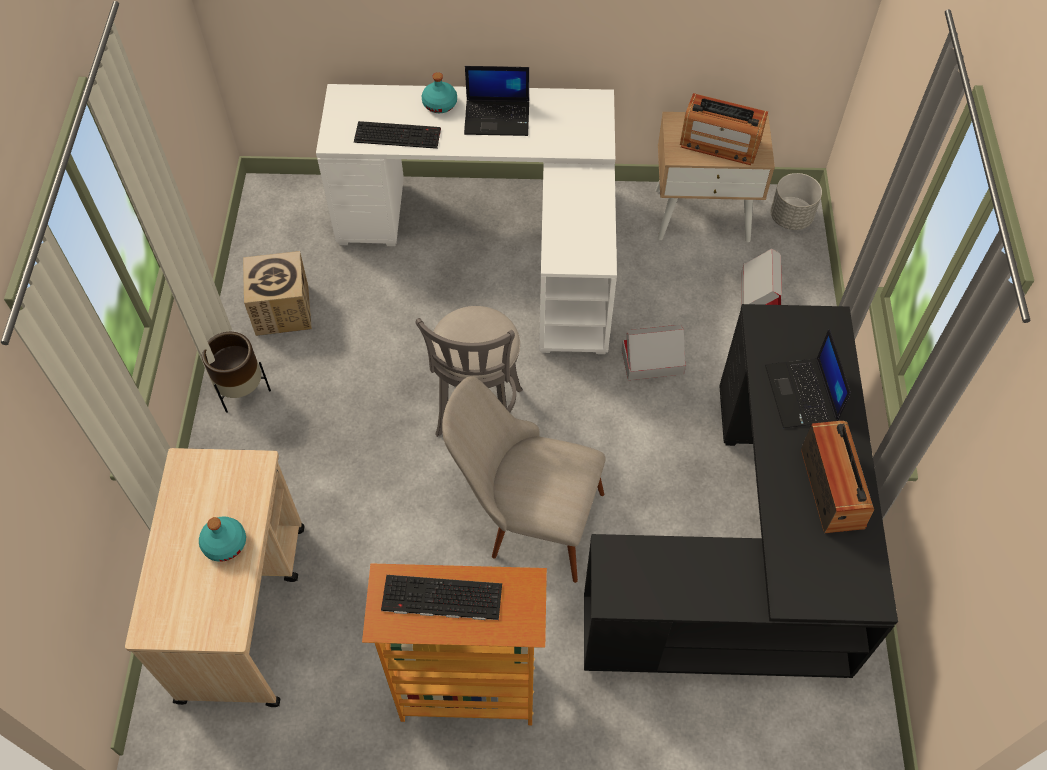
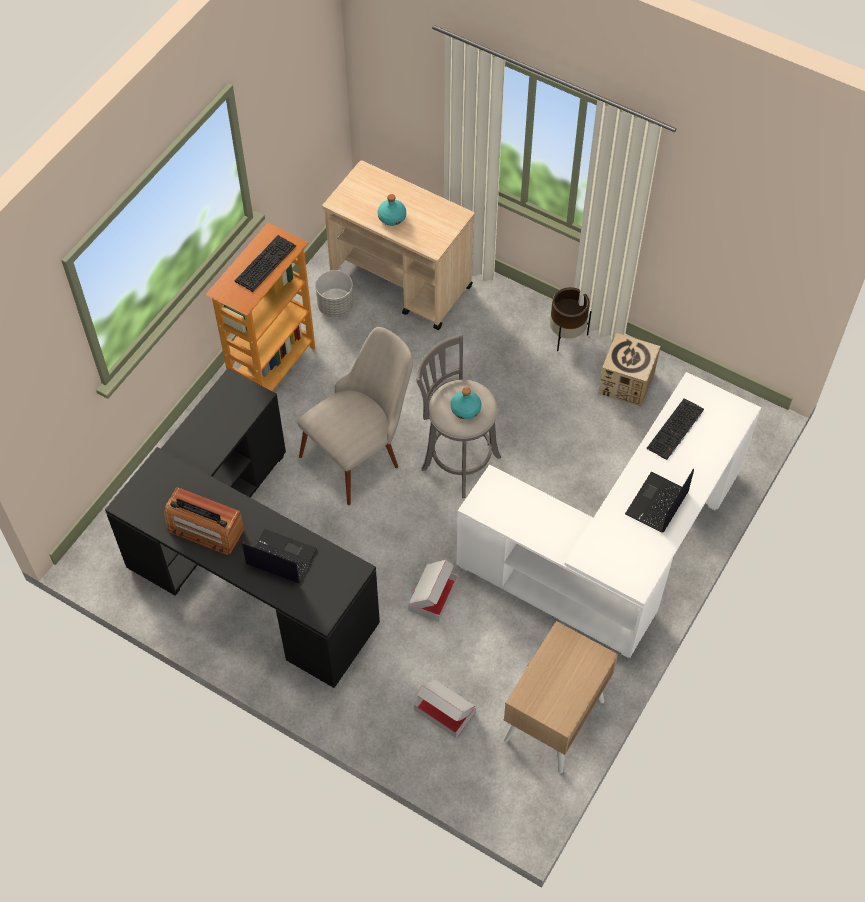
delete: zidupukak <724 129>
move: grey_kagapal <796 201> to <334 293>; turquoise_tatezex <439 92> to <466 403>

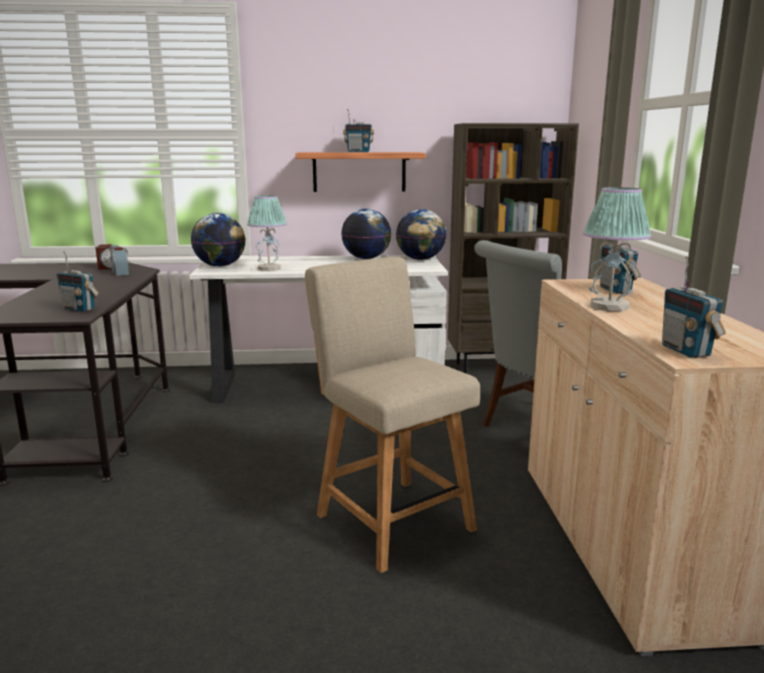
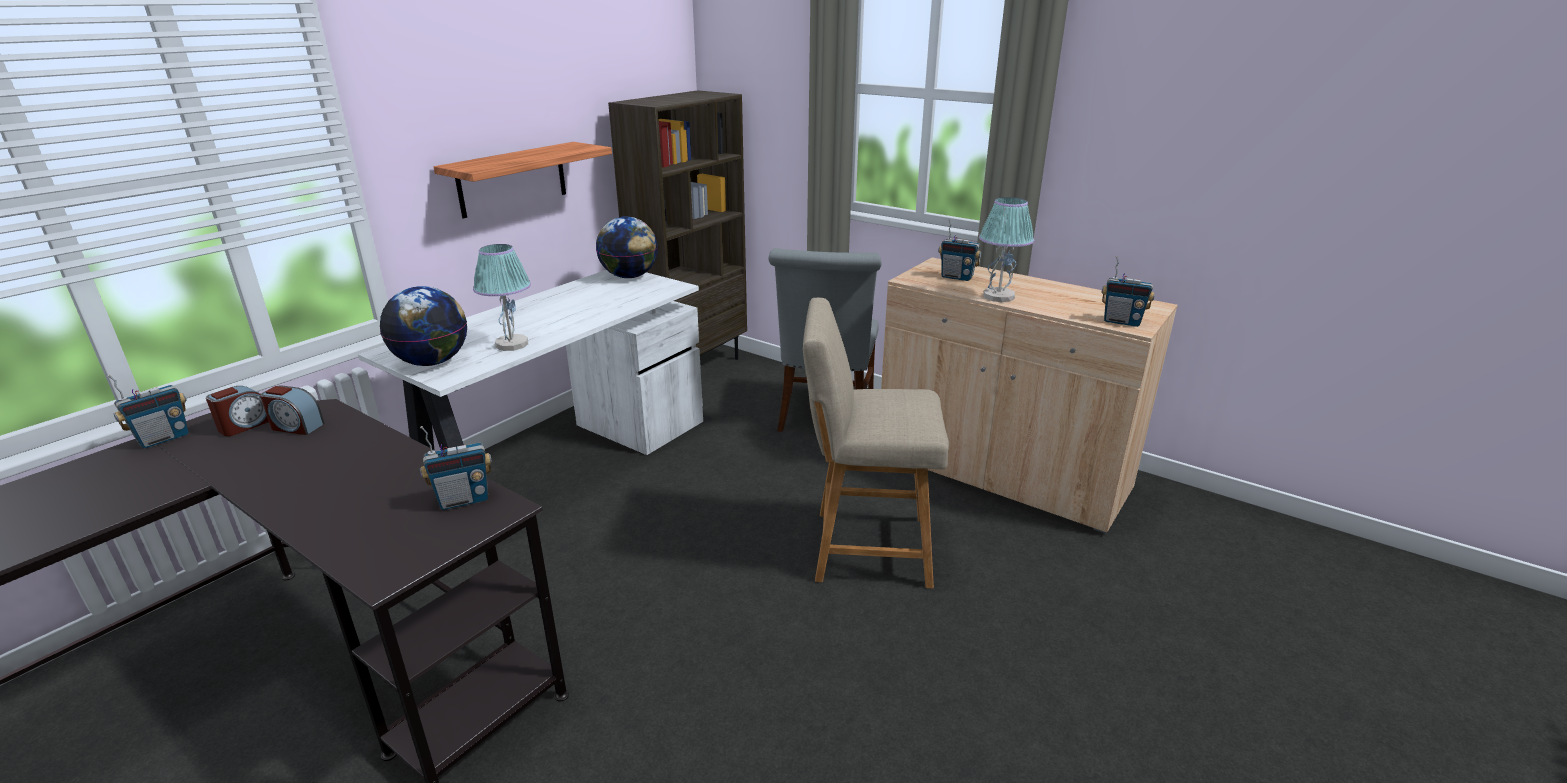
delete: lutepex <366 234>
move: zidupukak <358 130> to <148 411>

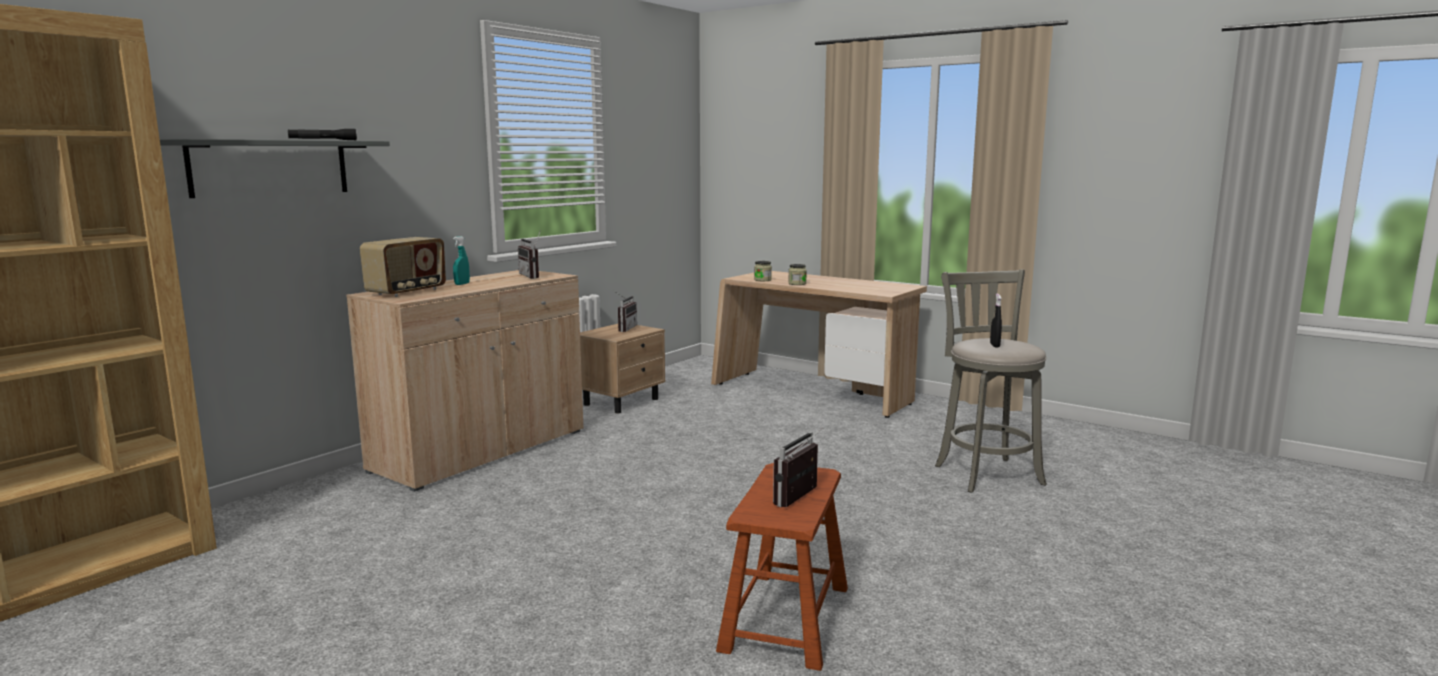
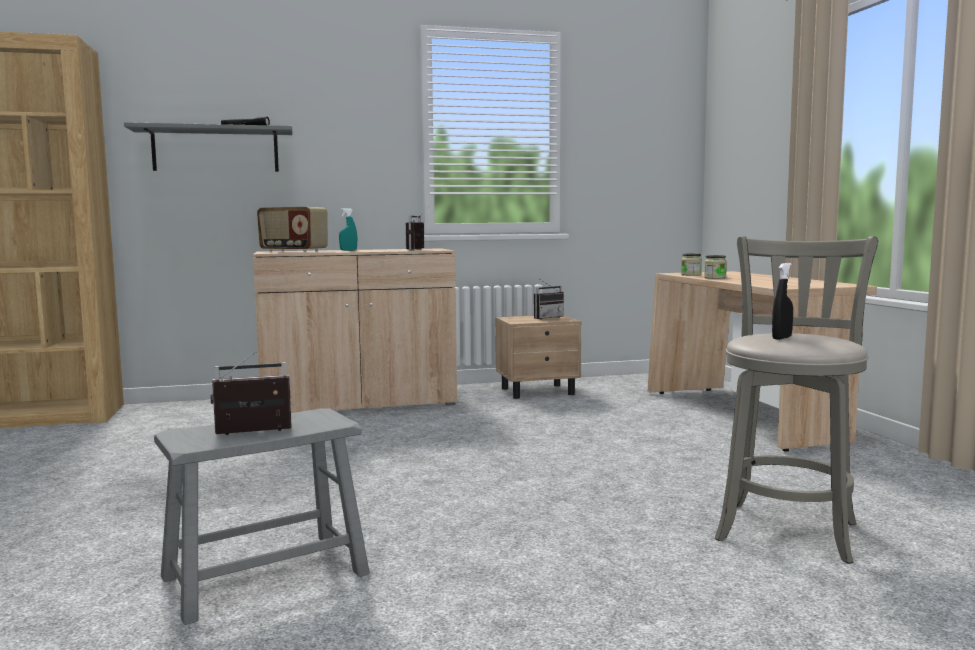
recolor: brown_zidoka <782 567> to grey_zidoka <262 517>
rotate: zidupukak <403 267> = <292 229> 45 degrees clockwise

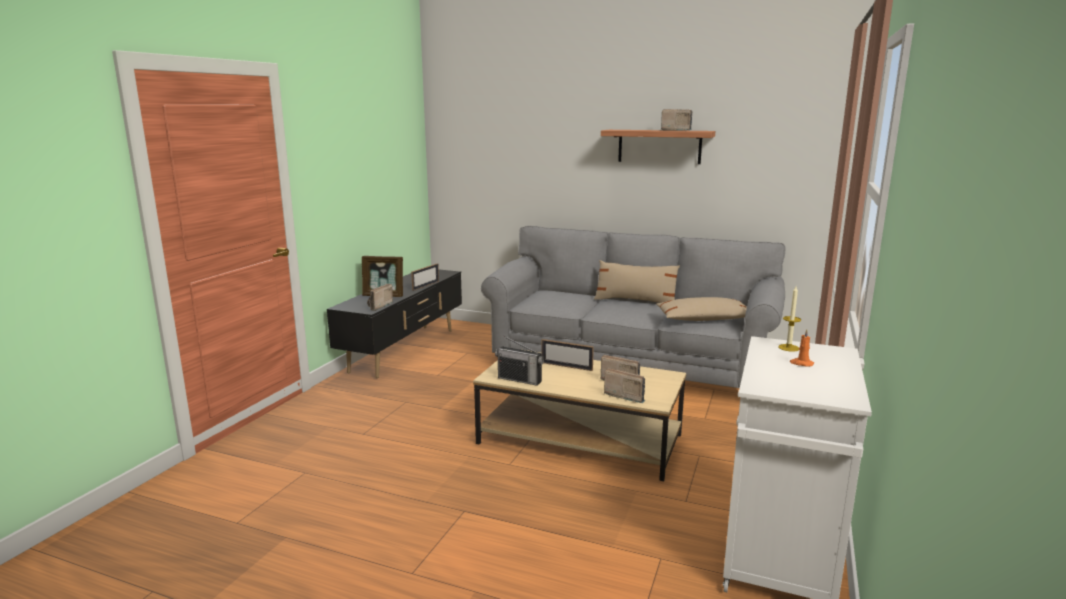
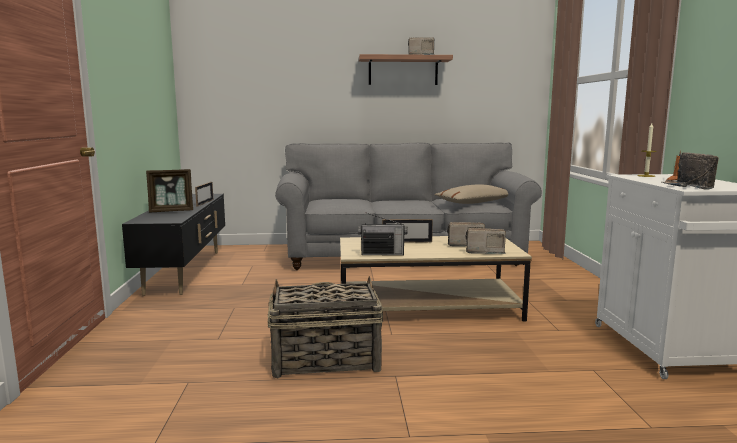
delete: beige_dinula <637 281>
insert: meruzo <325 327>
move: zidupukak <380 297> to <690 171>

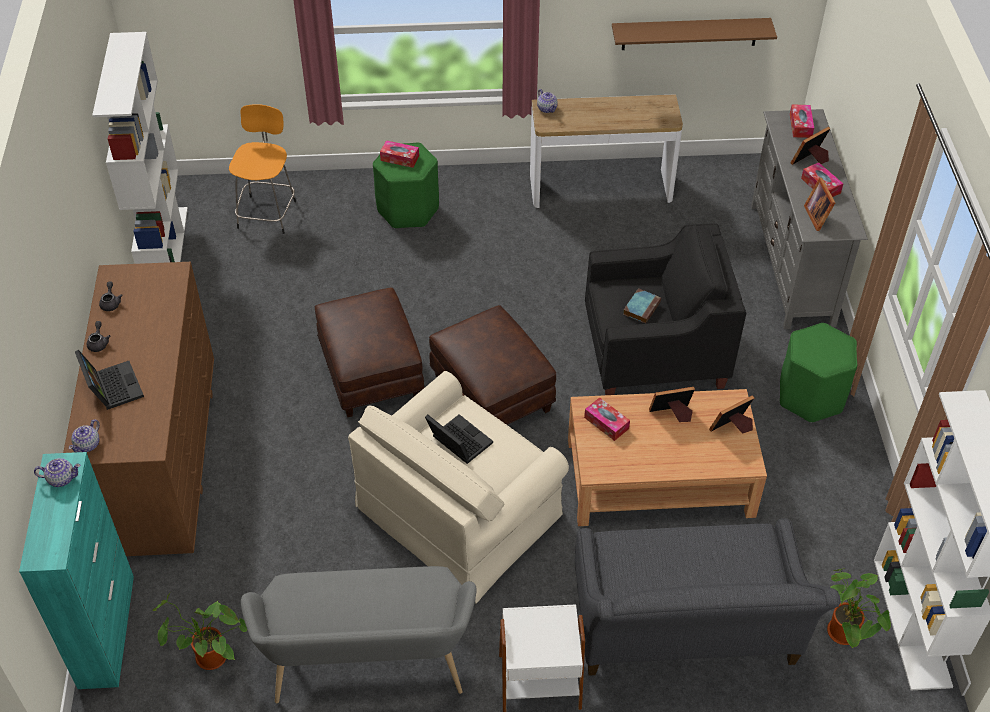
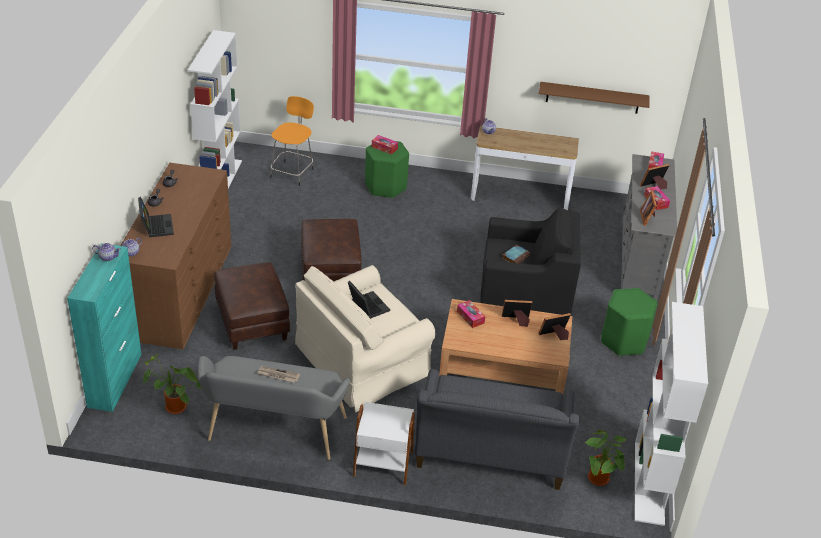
insert: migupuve <278 374>
move: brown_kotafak <492 365> to <252 306>

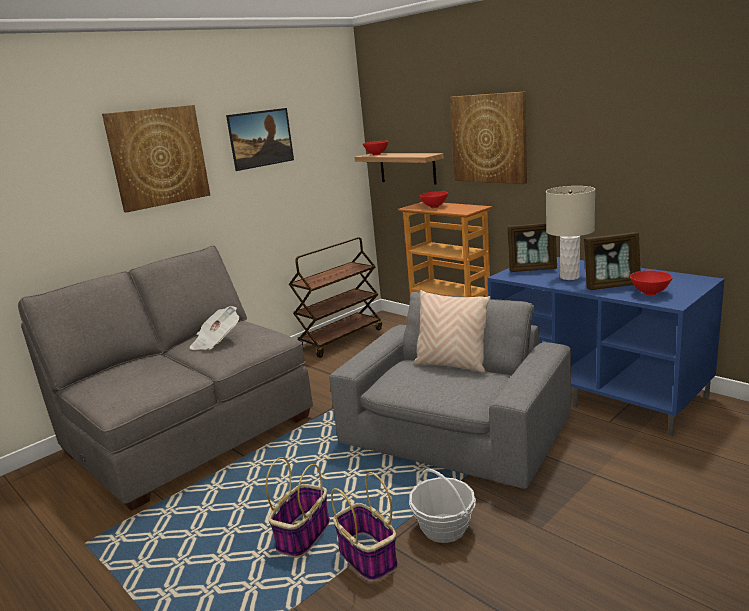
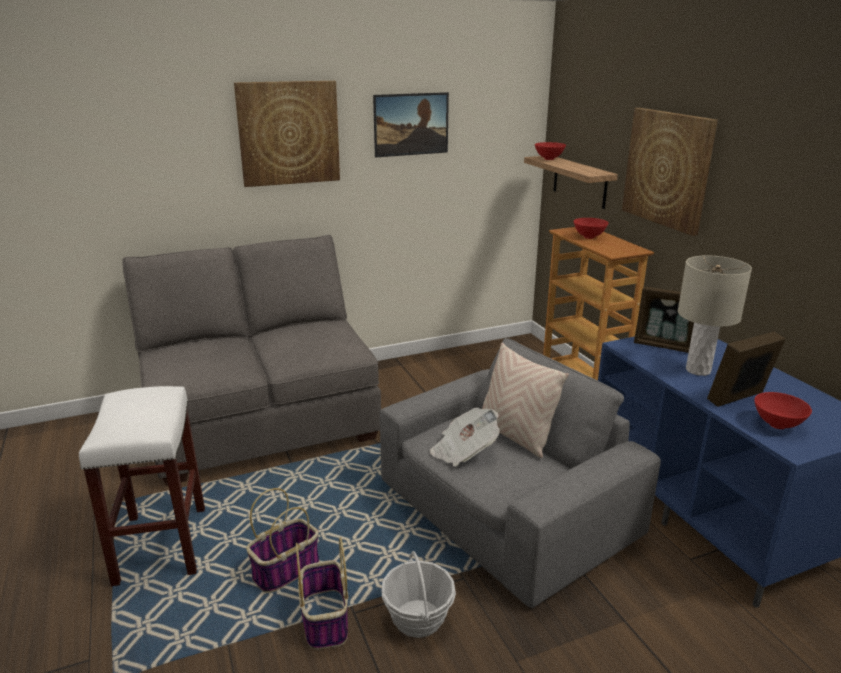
delete: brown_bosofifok <335 297>
insert: white_zidoka <142 486>
move: migupuve <214 328> to <465 436>
rotate: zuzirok <612 261> = <746 369> 135 degrees clockwise

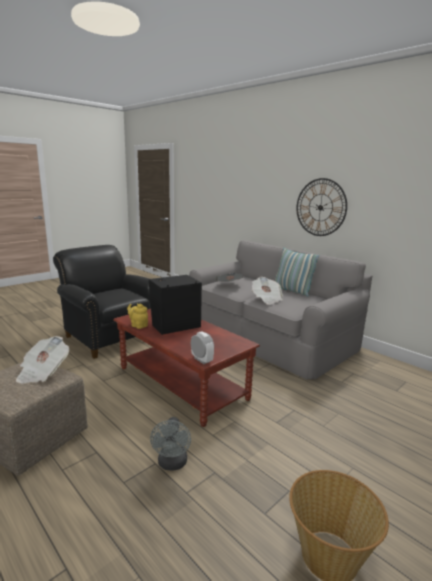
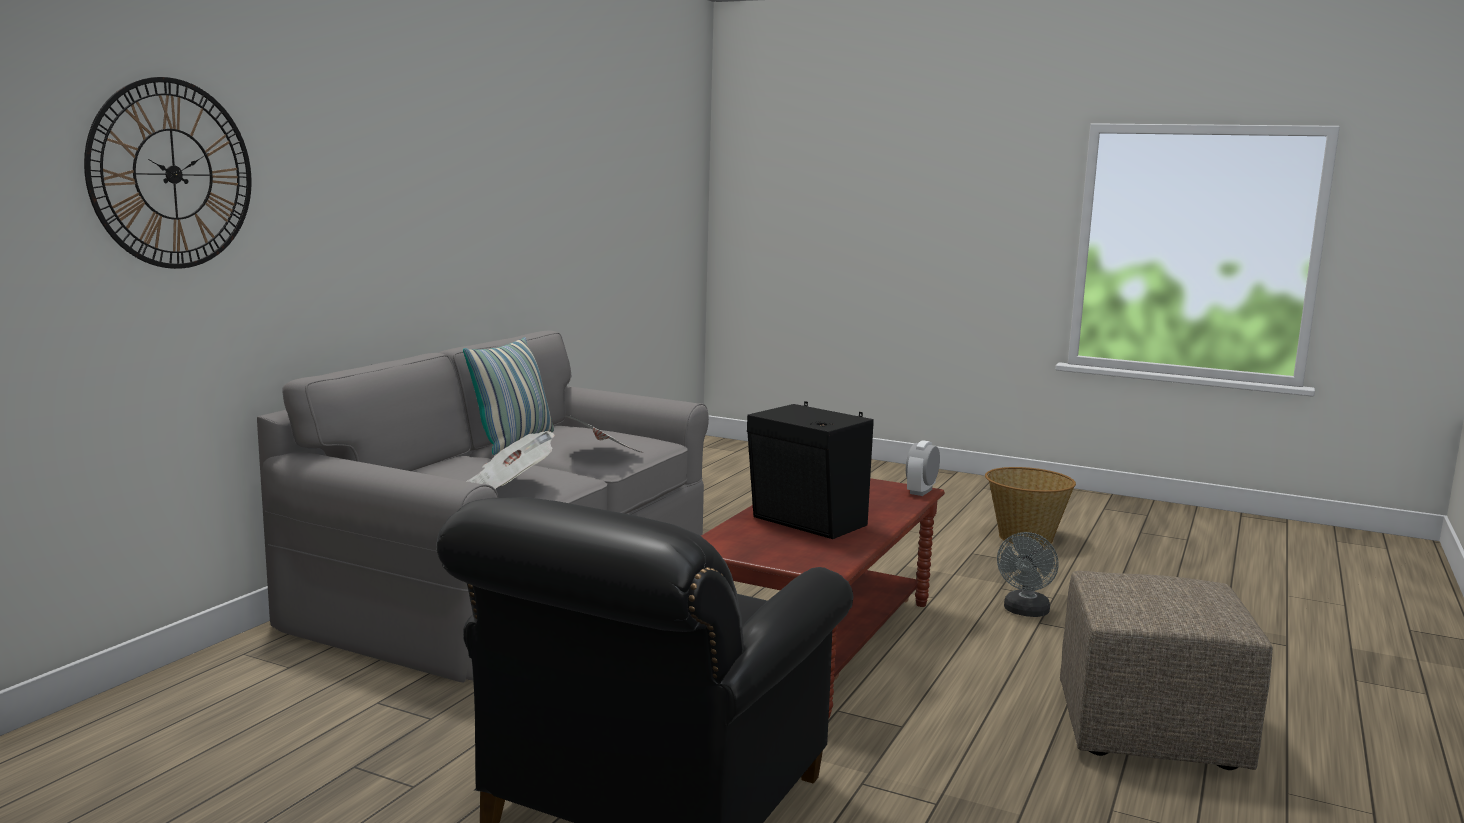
delete: migupuve <42 359>; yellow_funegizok <137 316>
move: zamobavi <322 207> to <168 173>
rotate: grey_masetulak <170 444> = <1028 574> 135 degrees clockwise

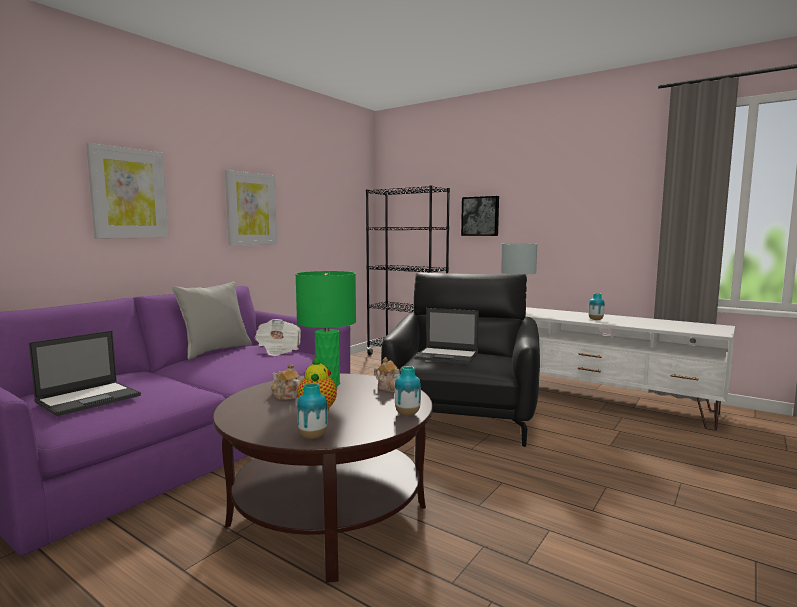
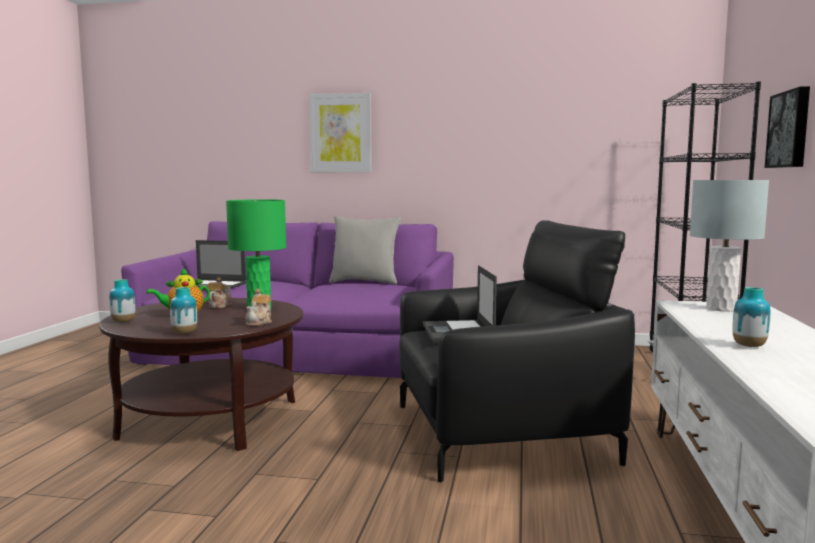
delete: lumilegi <251 207>; migupuve <278 337>

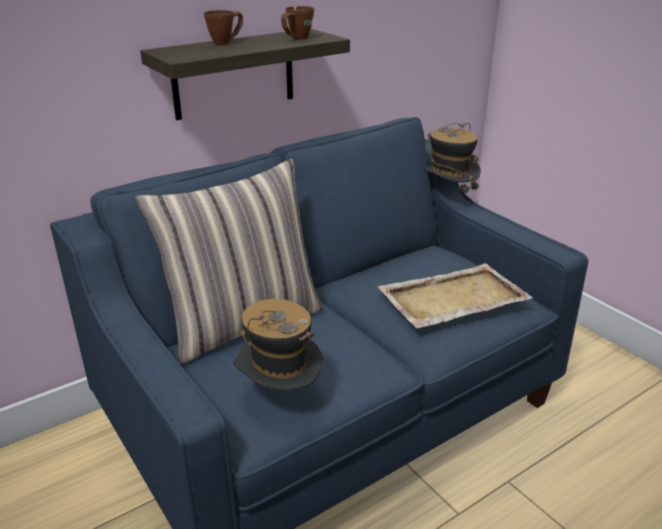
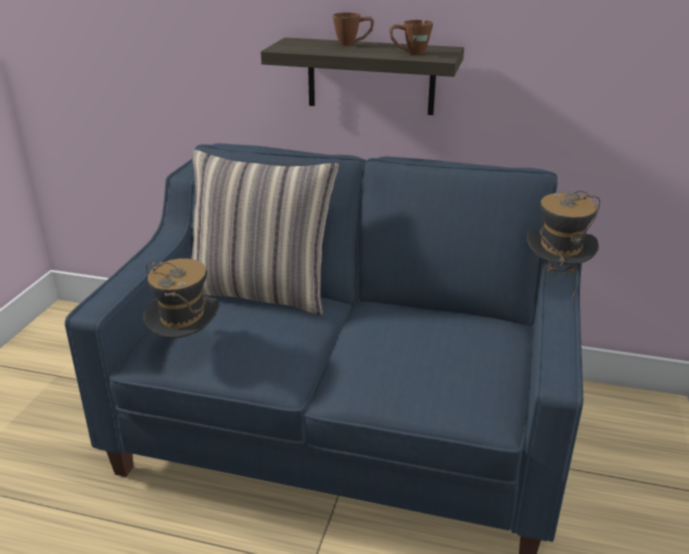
delete: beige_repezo <455 295>

